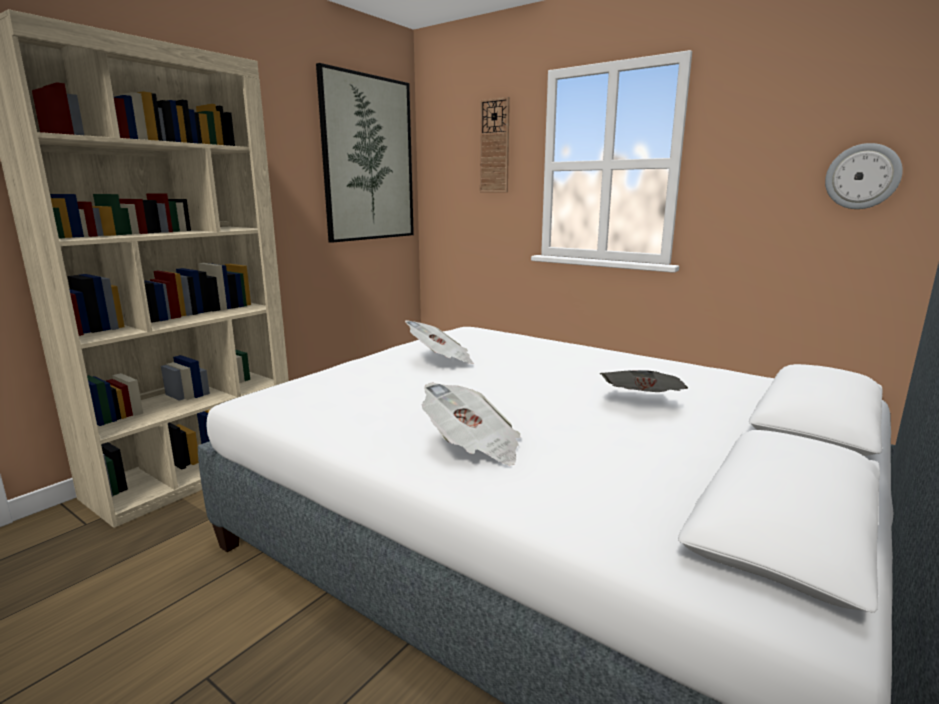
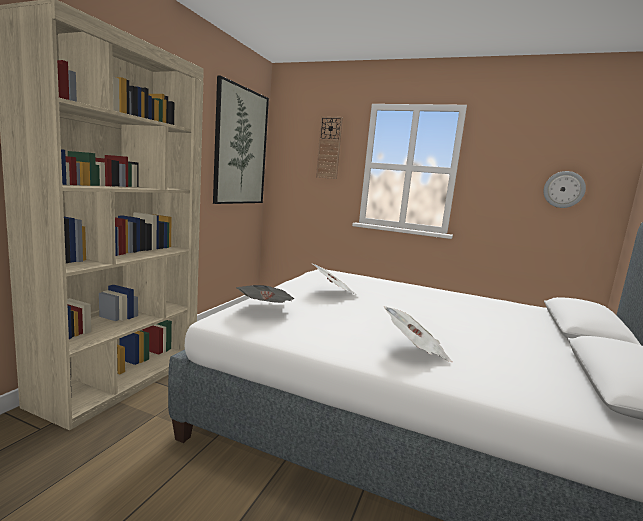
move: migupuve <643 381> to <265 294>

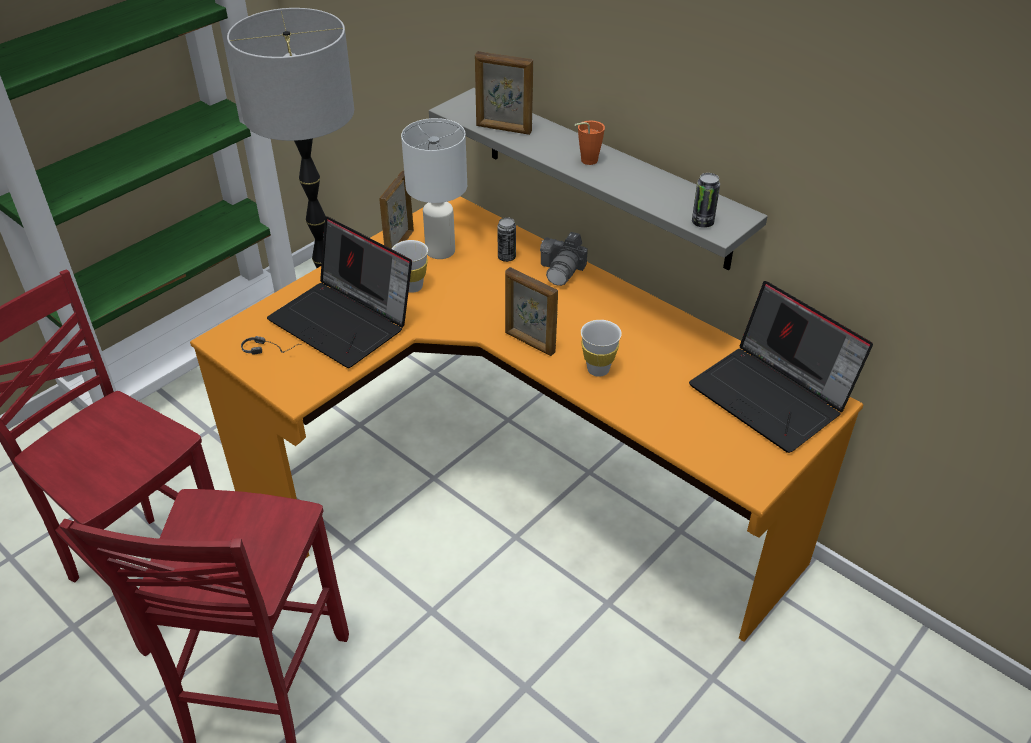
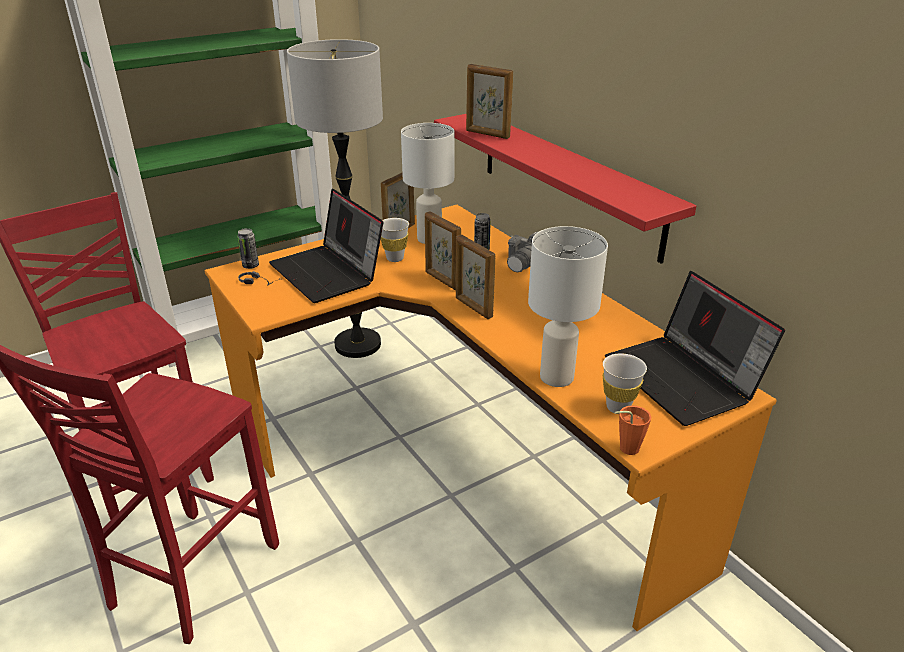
insert: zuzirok <443 250>; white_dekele <568 306>
move: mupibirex <706 200> to <248 248>; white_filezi <601 348> to <625 383>; orange_filezi <589 142> to <632 430>
recolor: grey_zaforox <598 179> to red_zaforox <565 189>

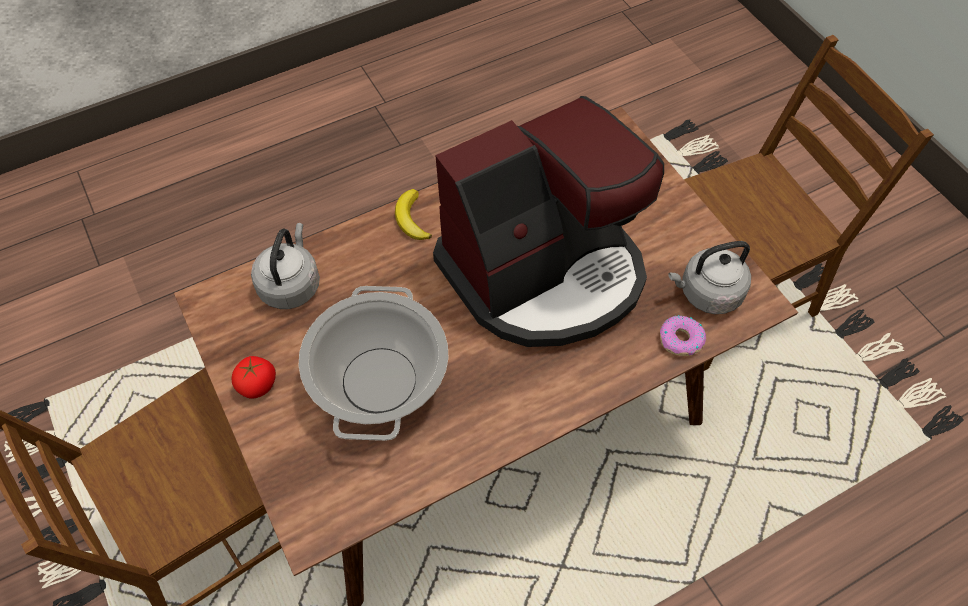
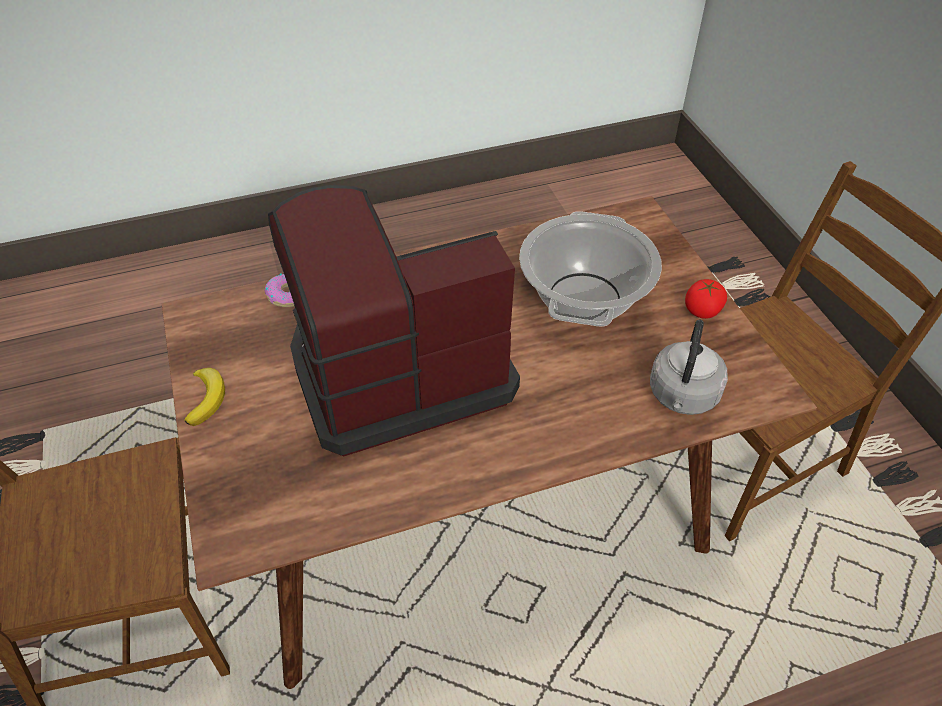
delete: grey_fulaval <709 277>
move: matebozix <413 214> to <204 397>

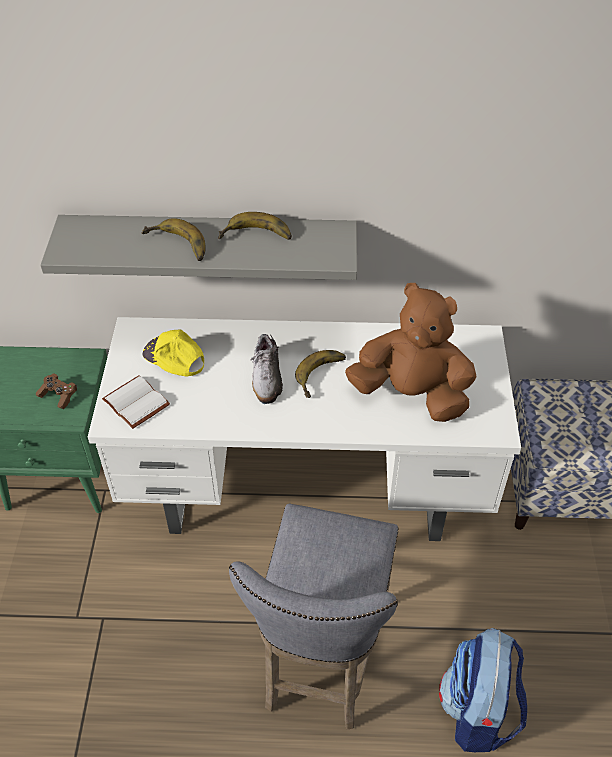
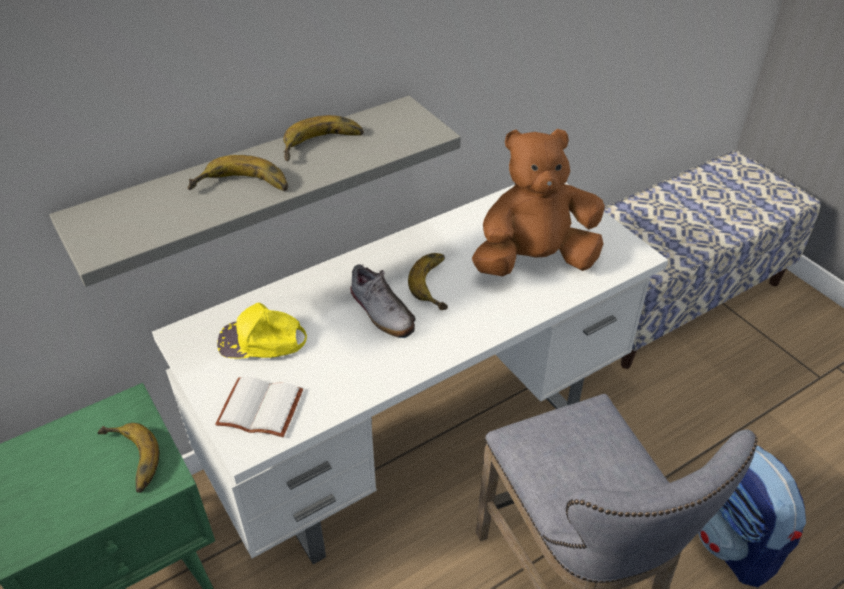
replace: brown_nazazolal <56 391> to matebozix <128 458>

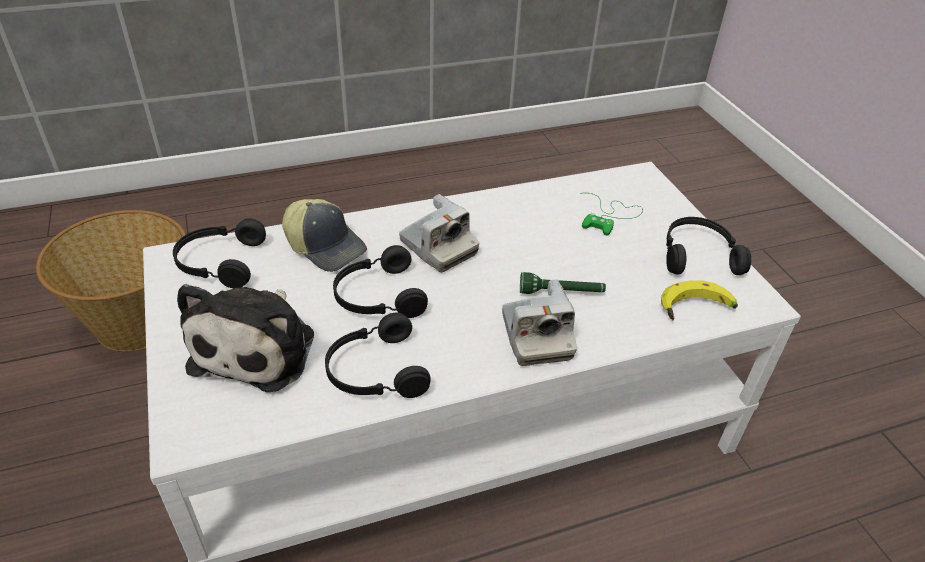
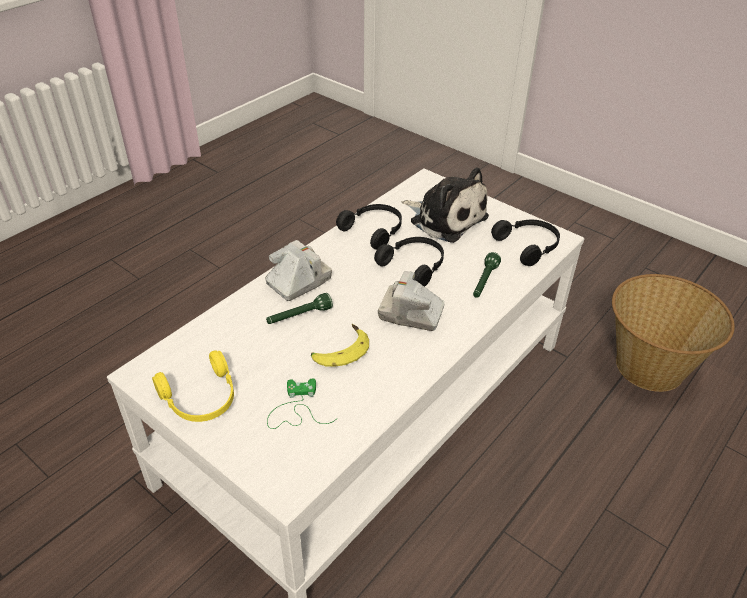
move: matebozix <699 300> to <340 345>
replace: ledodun <324 235> to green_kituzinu <487 275>
recolor: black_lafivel <708 246> to yellow_lafivel <193 386>
rotate: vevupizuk <539 322> = <298 270> 90 degrees clockwise; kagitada <245 338> = <445 205> 150 degrees clockwise

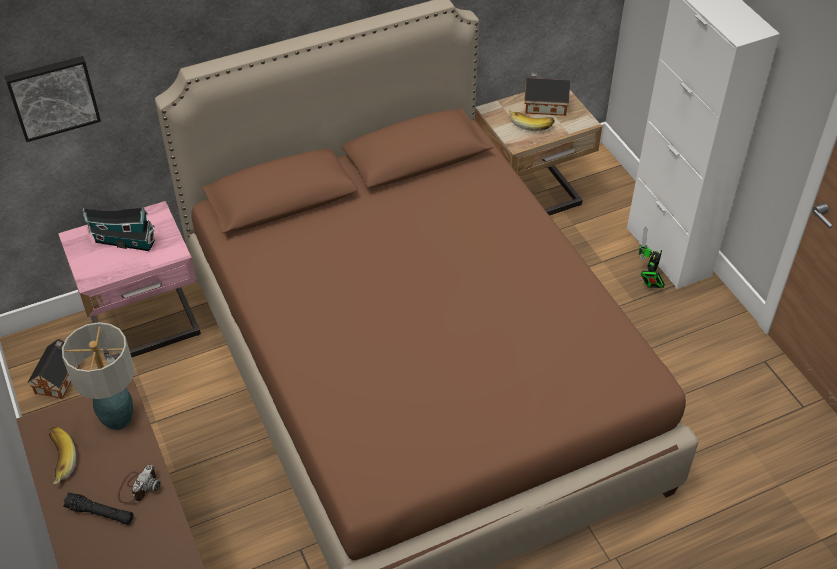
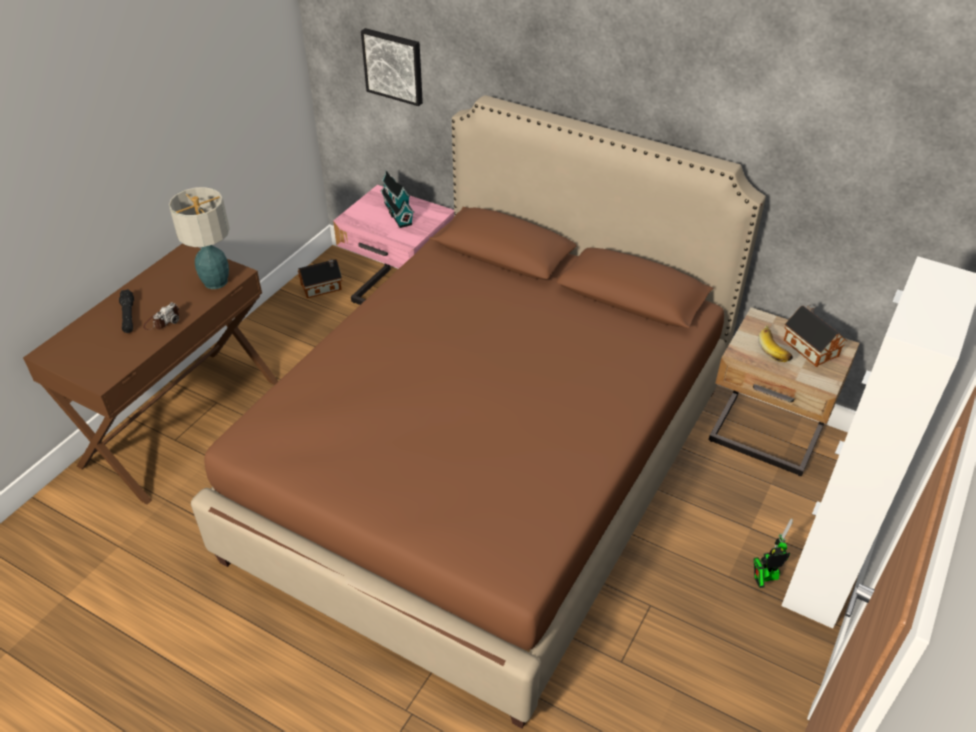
delete: matebozix <62 455>
rotate: vevupizuk <139 483> = <161 316> 45 degrees counterclockwise

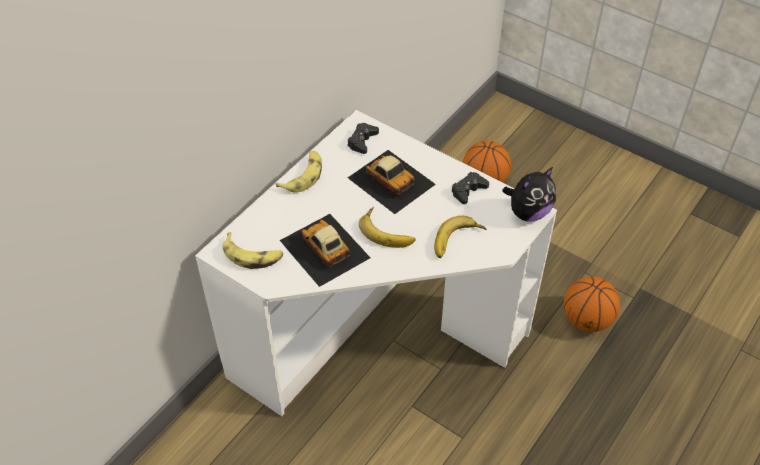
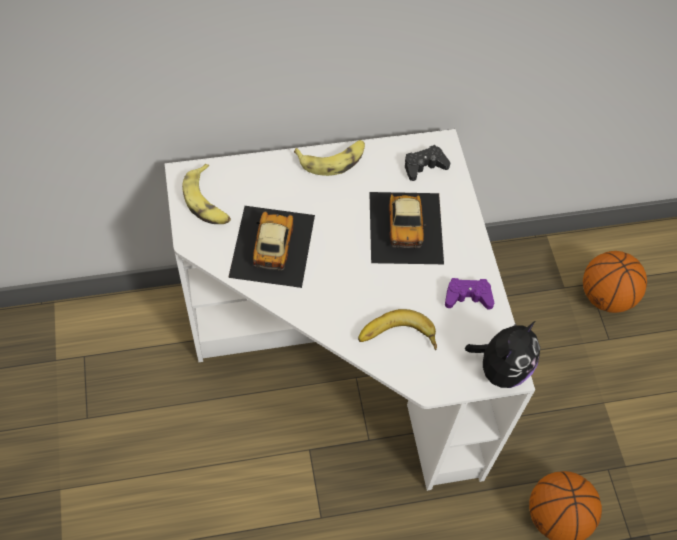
delete: matebozix <387 227>
recolor: black_nazazolal <470 188> to purple_nazazolal <469 294>
rotate: kagitada <529 194> = <502 354> 60 degrees counterclockwise

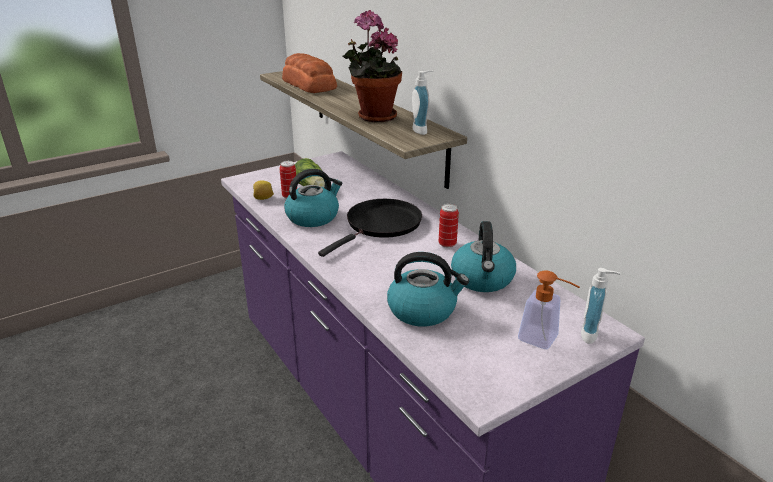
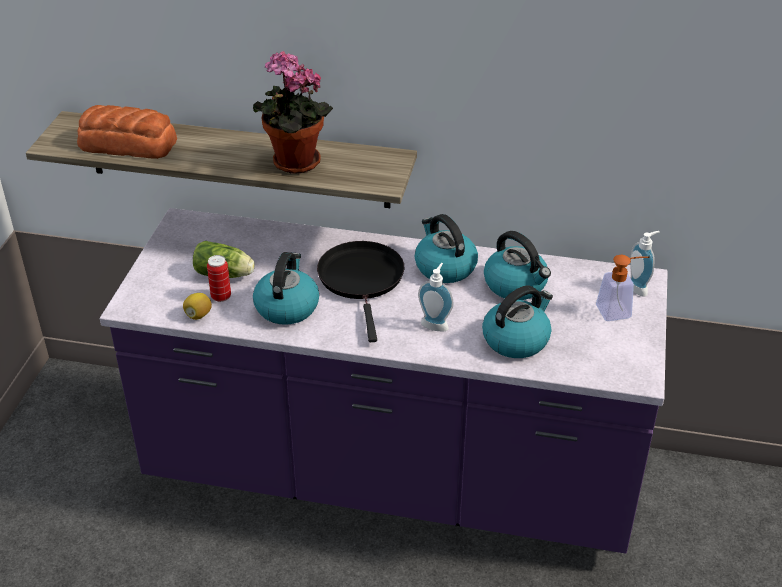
move: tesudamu <422 102> to <435 297>
replace: mupibirex <449 226> to fulaval <446 248>

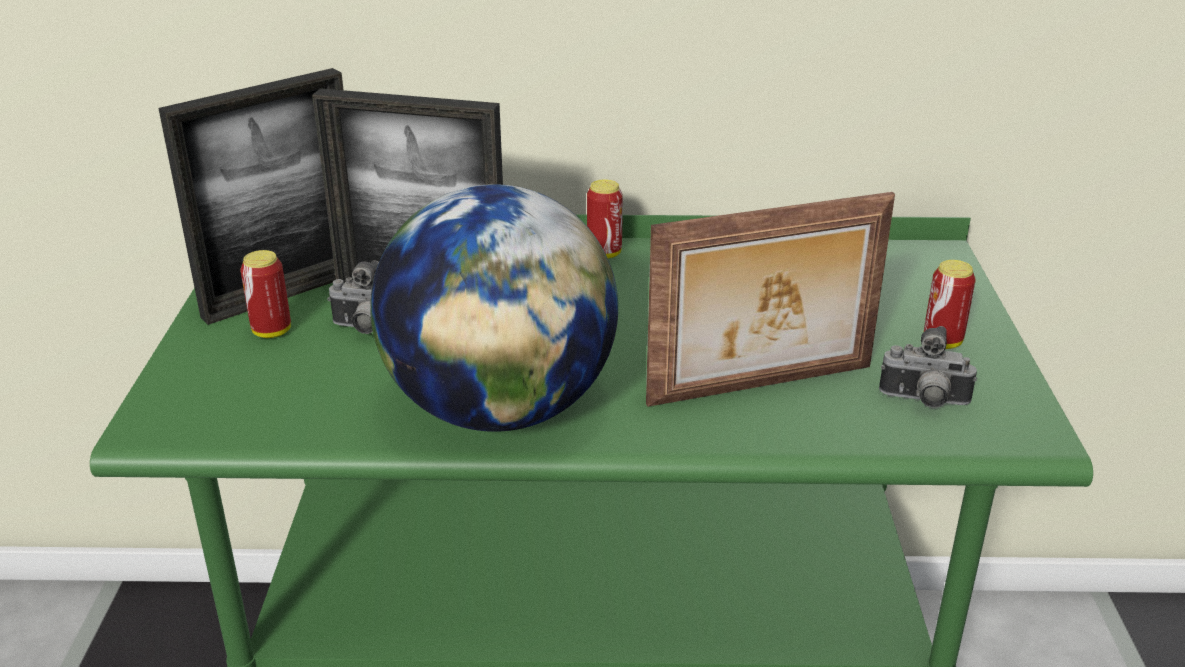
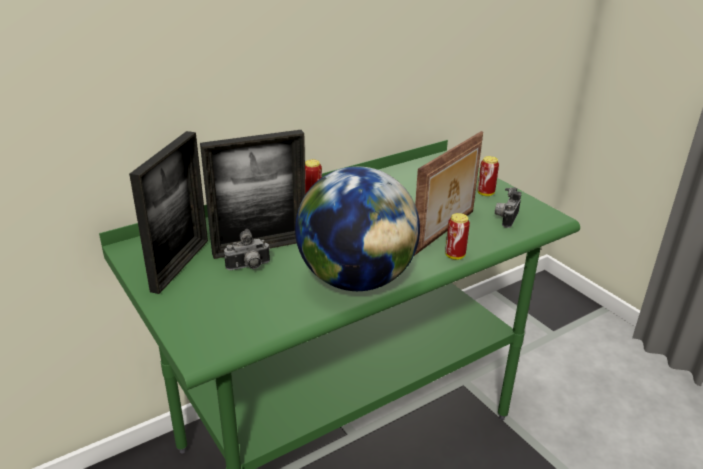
move: mupibirex <265 294> to <457 236>
rotate: vevupizuk <928 367> = <508 207> 135 degrees clockwise

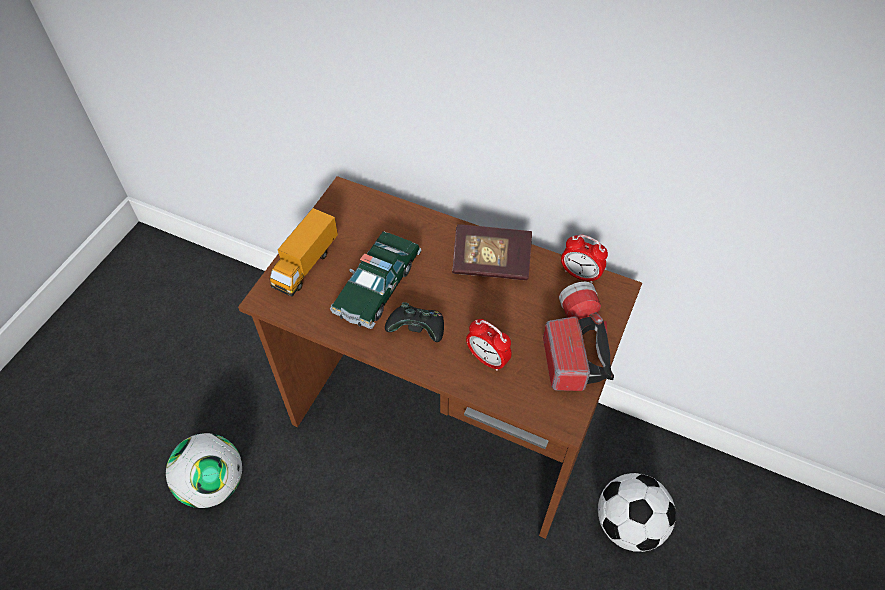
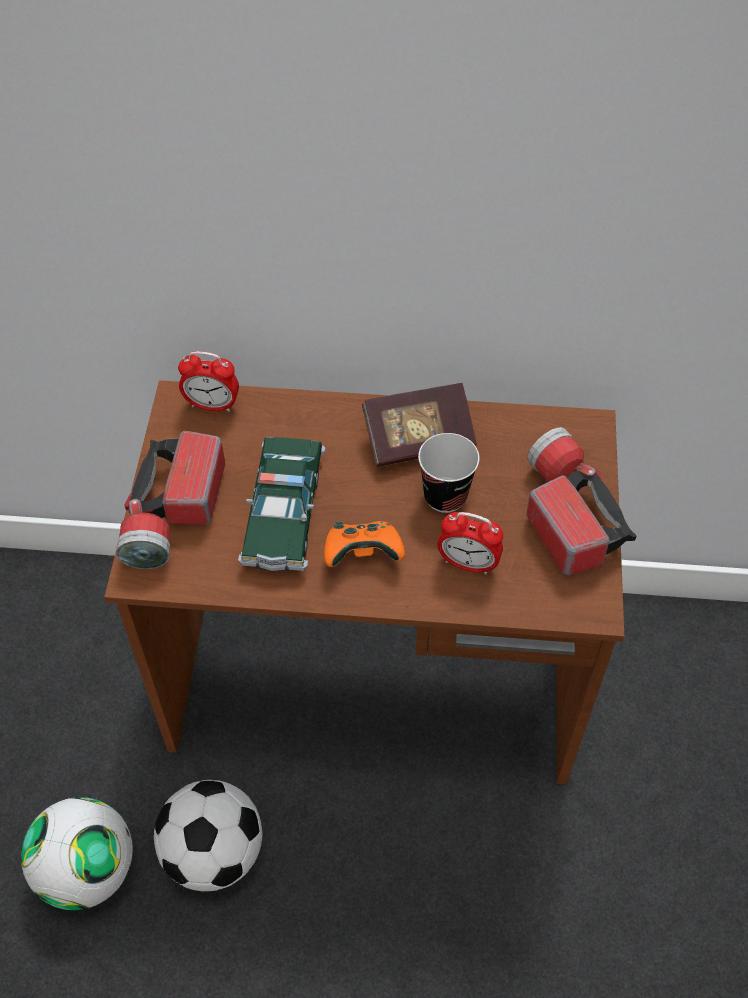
insert: filezi <449 473>
move: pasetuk <637 512> to <208 835>; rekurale <584 258> to <208 381>
replace: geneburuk <304 252> to kituzinu <170 500>
recolor: black_nazazolal <414 322> to orange_nazazolal <364 544>

